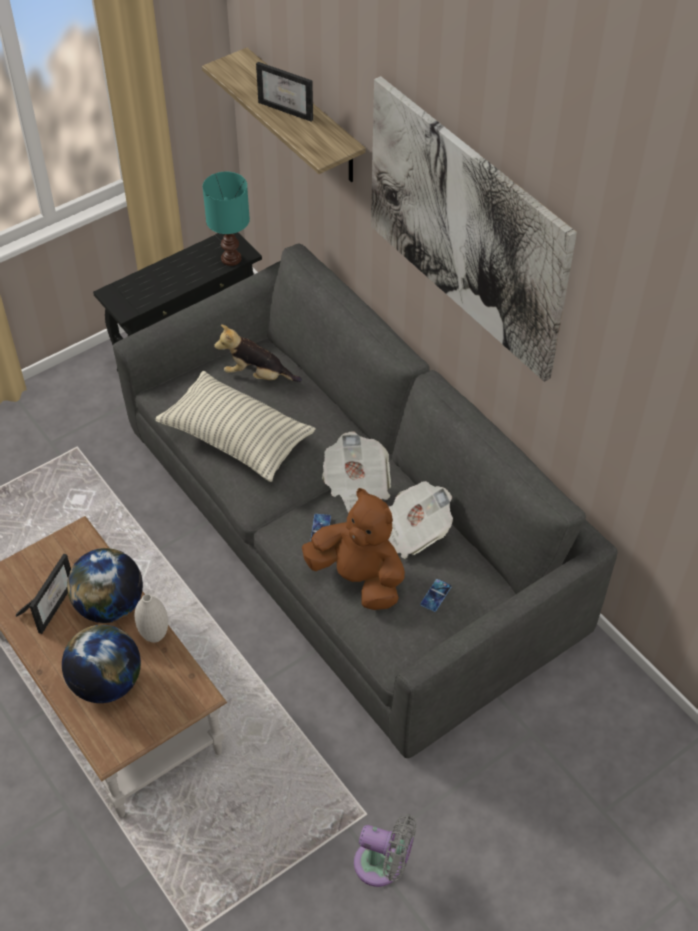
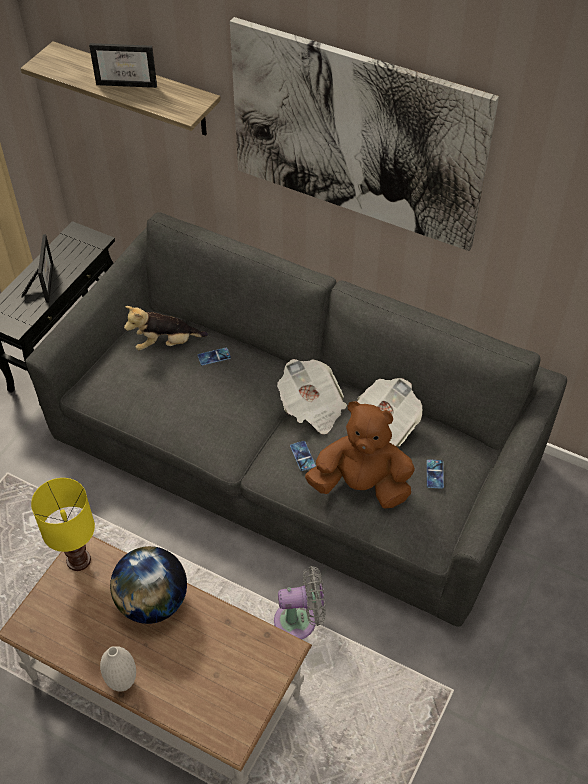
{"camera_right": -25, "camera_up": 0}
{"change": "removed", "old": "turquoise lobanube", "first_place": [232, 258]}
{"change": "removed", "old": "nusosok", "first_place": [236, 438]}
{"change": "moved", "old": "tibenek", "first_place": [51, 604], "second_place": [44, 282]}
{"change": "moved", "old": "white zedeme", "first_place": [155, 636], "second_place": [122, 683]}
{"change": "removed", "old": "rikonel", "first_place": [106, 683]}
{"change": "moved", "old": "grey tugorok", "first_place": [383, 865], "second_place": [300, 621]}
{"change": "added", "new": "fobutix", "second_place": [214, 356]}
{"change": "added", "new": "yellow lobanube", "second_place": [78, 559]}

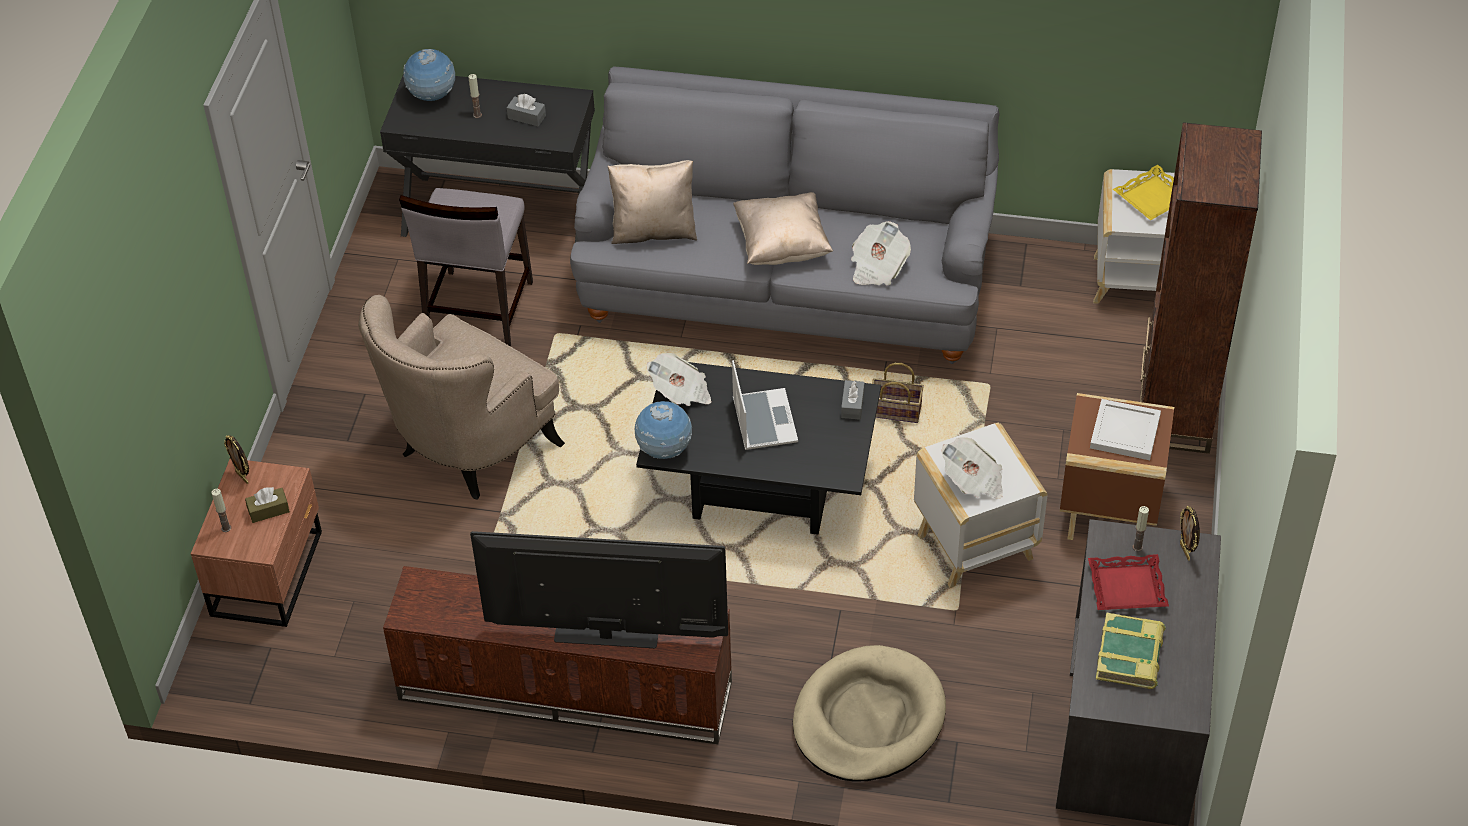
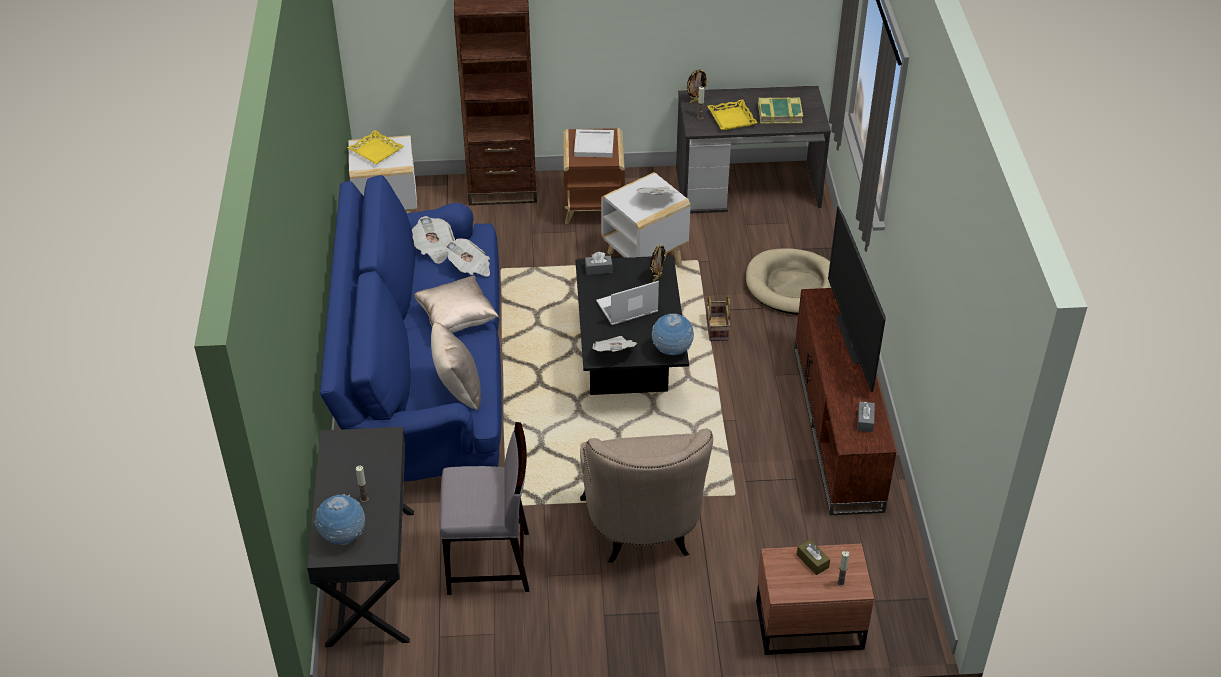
{"camera_right": -105, "camera_up": -5}
{"change": "recoloured", "old": "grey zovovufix", "new": "blue zovovufix", "first_place": [787, 286], "second_place": [424, 382]}
{"change": "moved", "old": "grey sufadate", "first_place": [526, 117], "second_place": [865, 421]}
{"change": "turned", "old": "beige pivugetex", "first_place": [468, 450], "second_place": [644, 531], "degrees": 60}
{"change": "moved", "old": "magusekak", "first_place": [894, 411], "second_place": [718, 329]}
{"change": "moved", "old": "tibenek", "first_place": [242, 477], "second_place": [657, 277]}
{"change": "recoloured", "old": "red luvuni", "new": "yellow luvuni", "first_place": [1127, 587], "second_place": [731, 118]}
{"change": "added", "new": "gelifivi", "second_place": [435, 249]}

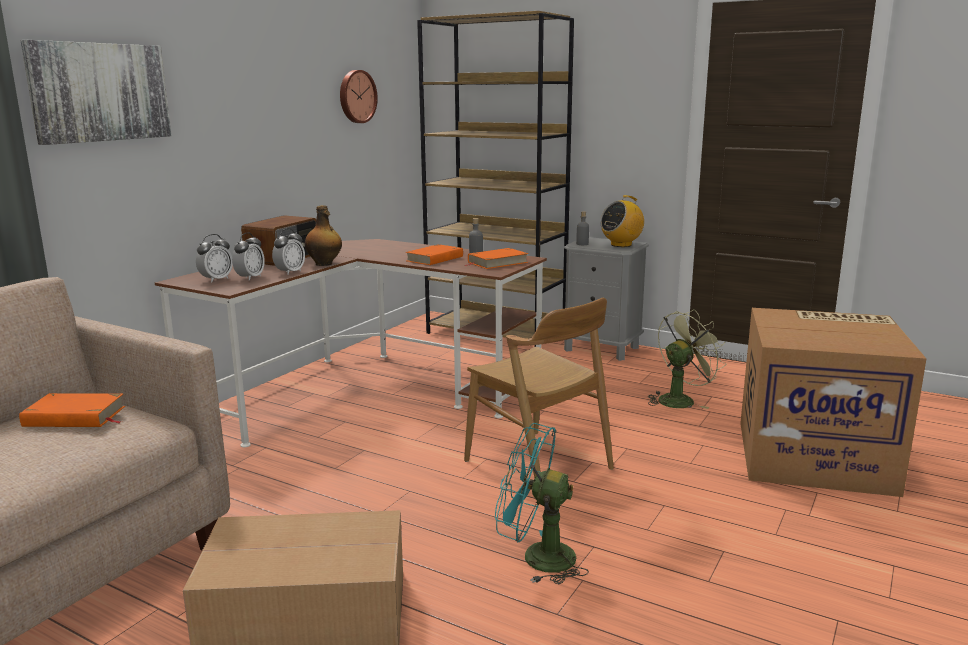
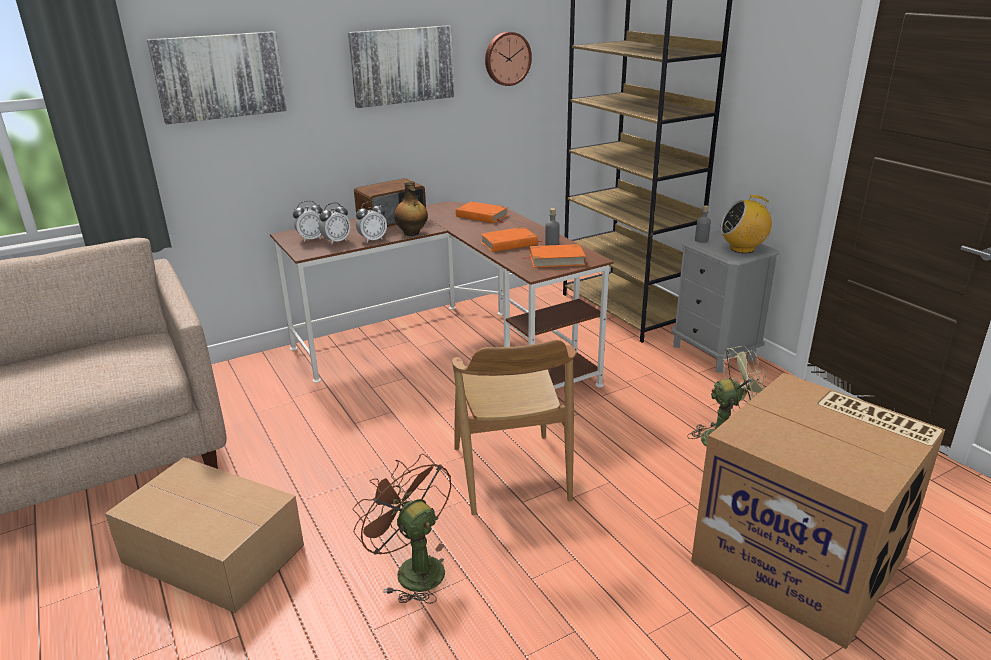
{"camera_right": 30, "camera_up": 10}
{"change": "moved", "old": "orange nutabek", "first_place": [75, 417], "second_place": [482, 216]}
{"change": "recoloured", "old": "turquoise tugorok", "new": "brown tugorok", "first_place": [537, 557], "second_place": [412, 569]}
{"change": "added", "new": "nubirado", "second_place": [402, 65]}

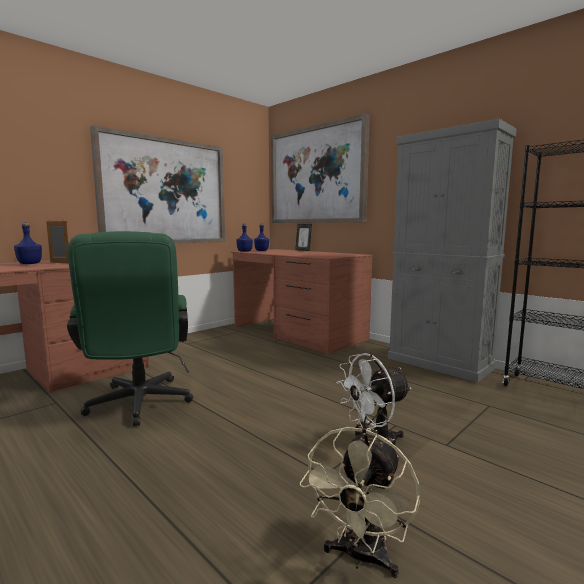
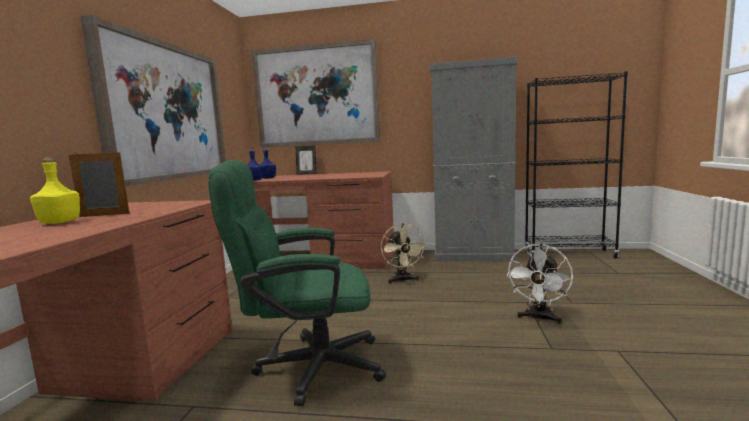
{"camera_right": -35, "camera_up": 0}
{"change": "recoloured", "old": "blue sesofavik", "new": "yellow sesofavik", "first_place": [29, 264], "second_place": [59, 222]}
{"change": "turned", "old": "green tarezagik", "first_place": [139, 406], "second_place": [308, 367], "degrees": 135}
{"change": "moved", "old": "beige tugorok", "first_place": [361, 557], "second_place": [403, 280]}

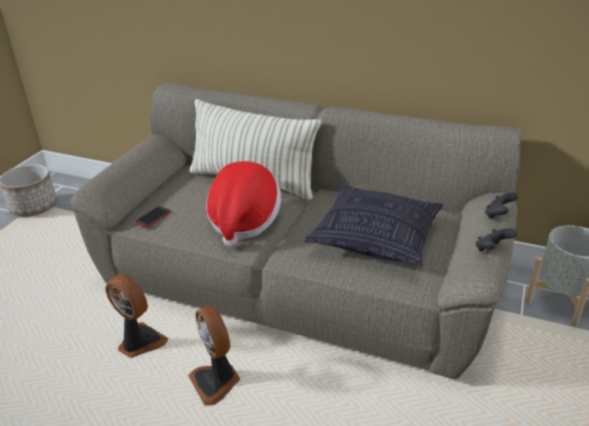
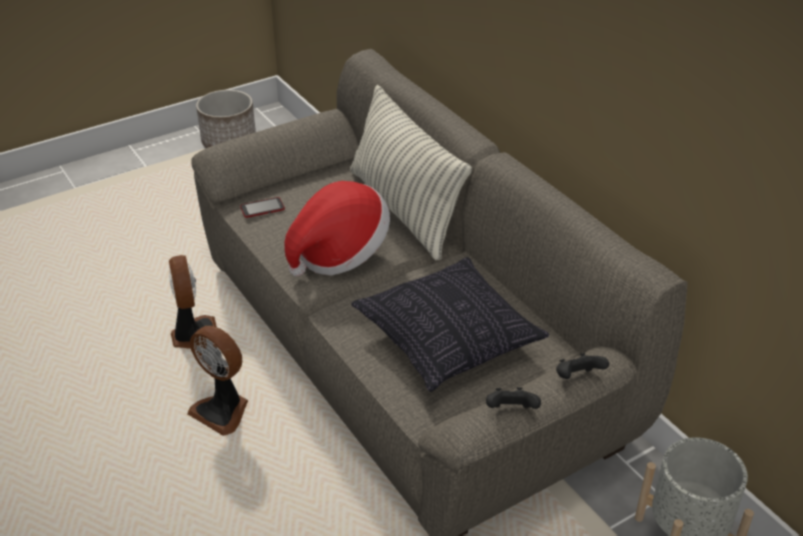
{"camera_right": 35, "camera_up": 5}
{"change": "turned", "old": "tugorok", "first_place": [216, 382], "second_place": [222, 411], "degrees": -60}

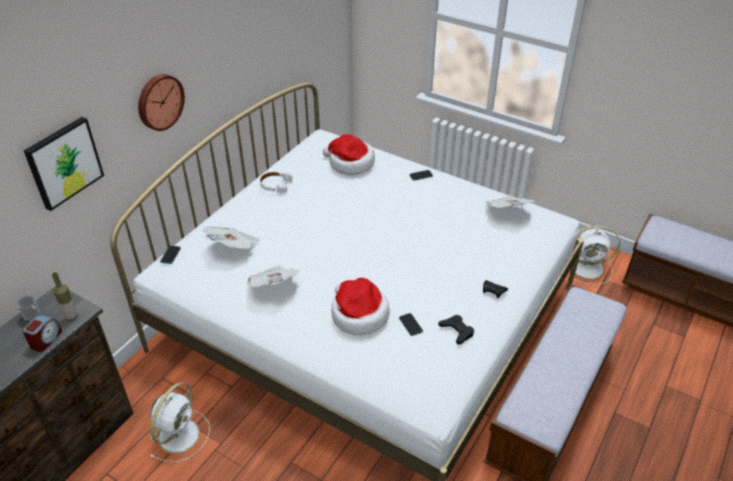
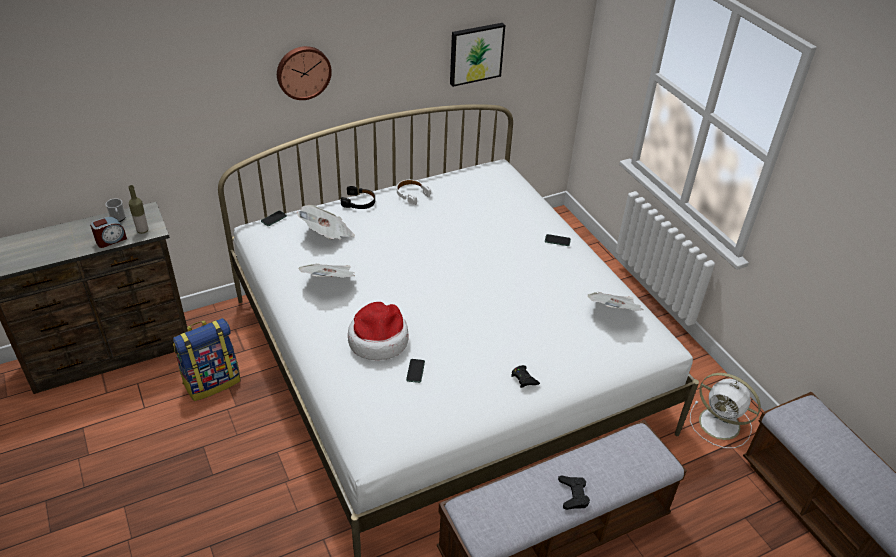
{"camera_right": 30, "camera_up": 0}
{"change": "moved", "old": "nubirado", "first_place": [63, 162], "second_place": [475, 53]}
{"change": "removed", "old": "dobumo", "first_place": [350, 163]}
{"change": "moved", "old": "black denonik", "first_place": [457, 331], "second_place": [573, 494]}
{"change": "replaced", "old": "white tugorok", "new": "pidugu", "first_place": [180, 434], "second_place": [212, 381]}
{"change": "added", "new": "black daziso", "second_place": [359, 202]}

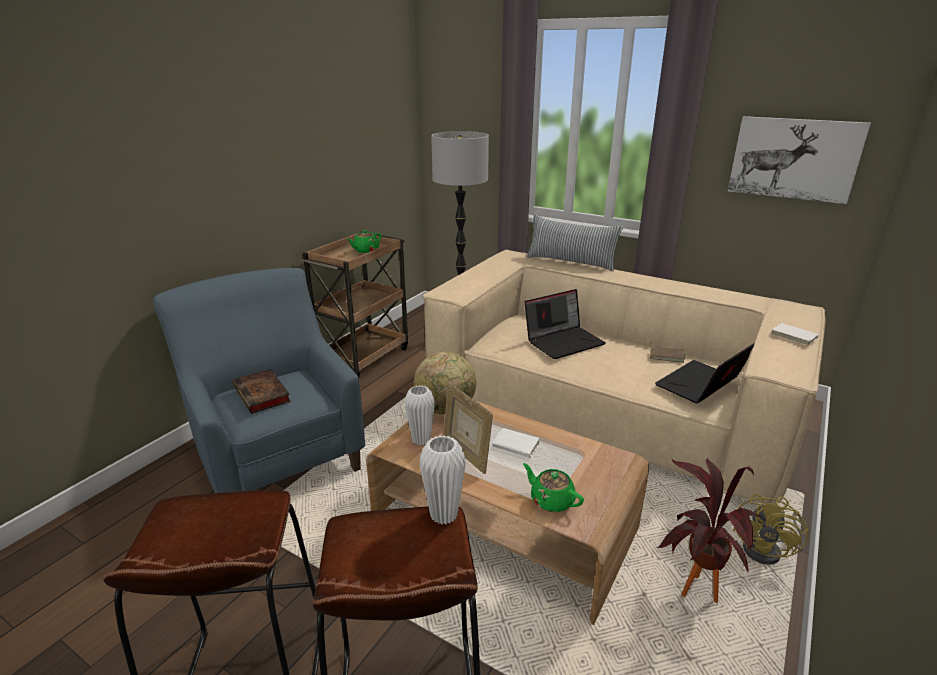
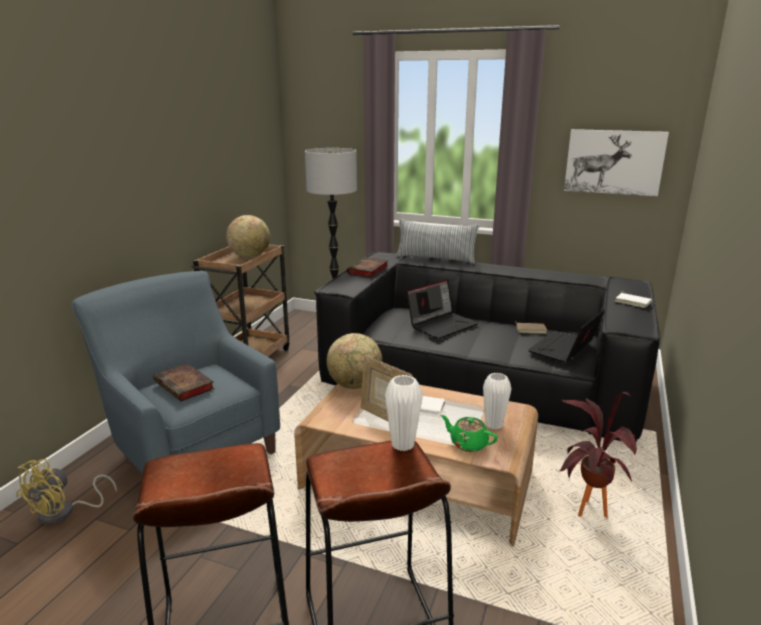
{"camera_right": -10, "camera_up": -5}
{"change": "replaced", "old": "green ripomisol", "new": "rikonel", "first_place": [365, 250], "second_place": [250, 257]}
{"change": "recoloured", "old": "beige zovovufix", "new": "black zovovufix", "first_place": [606, 404], "second_place": [481, 379]}
{"change": "moved", "old": "white zedeme", "first_place": [421, 439], "second_place": [494, 425]}
{"change": "moved", "old": "yellow tugorok", "first_place": [768, 551], "second_place": [64, 512]}
{"change": "added", "new": "nutabek", "second_place": [368, 270]}

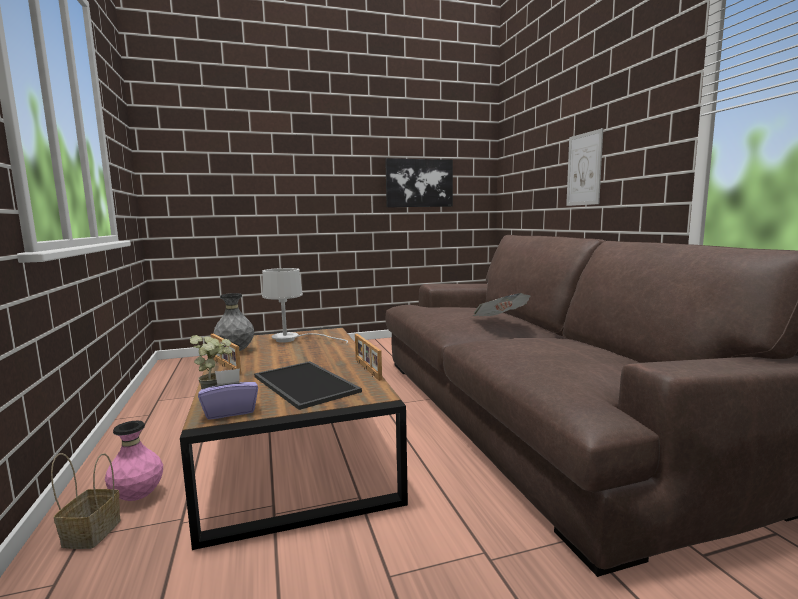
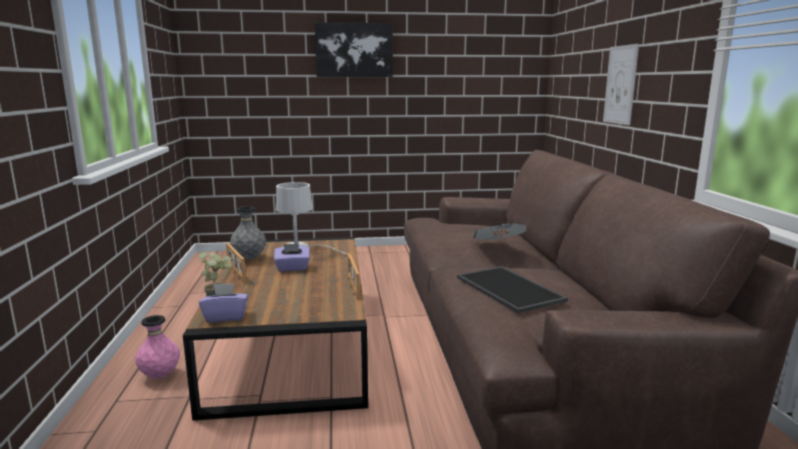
{"camera_right": 10, "camera_up": 5}
{"change": "moved", "old": "nubirado", "first_place": [419, 183], "second_place": [354, 50]}
{"change": "moved", "old": "luvuni", "first_place": [307, 384], "second_place": [511, 289]}
{"change": "removed", "old": "magusekak", "first_place": [92, 532]}
{"change": "added", "new": "purple sufadate", "second_place": [292, 268]}

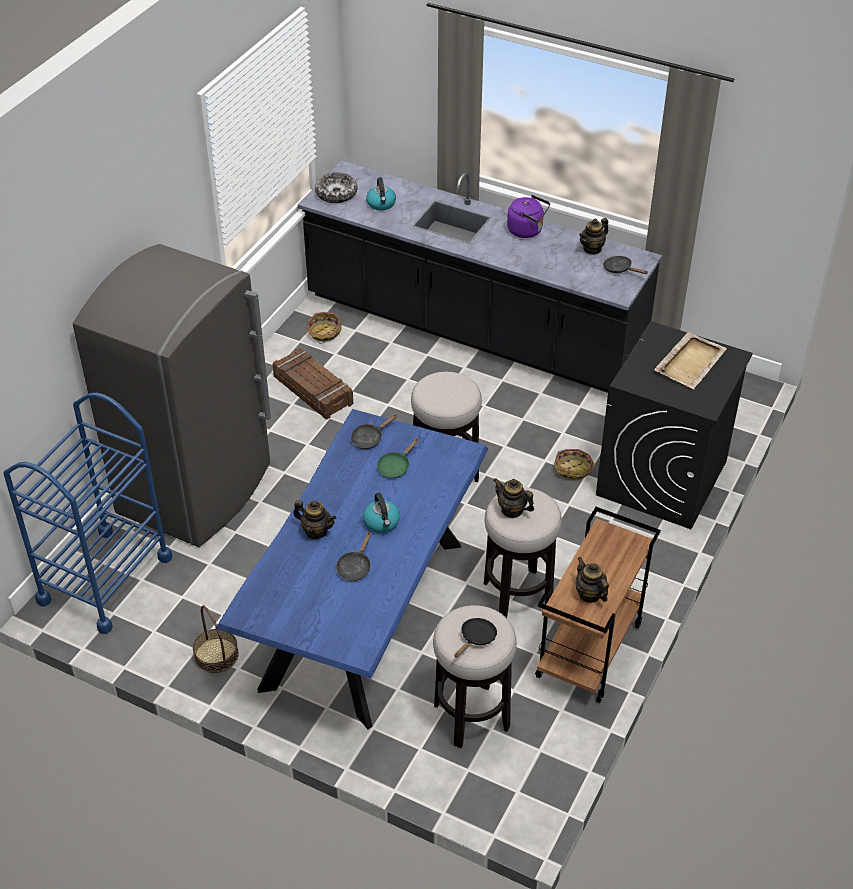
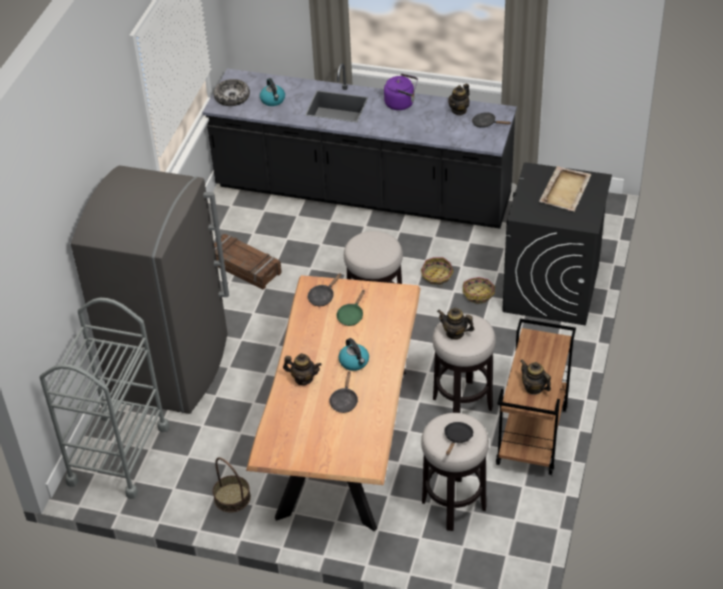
{"camera_right": -10, "camera_up": 0}
{"change": "moved", "old": "magusekak", "first_place": [324, 333], "second_place": [436, 276]}
{"change": "recoloured", "old": "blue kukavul", "new": "grey kukavul", "first_place": [105, 579], "second_place": [118, 454]}
{"change": "recoloured", "old": "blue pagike", "new": "brown pagike", "first_place": [364, 615], "second_place": [343, 442]}

